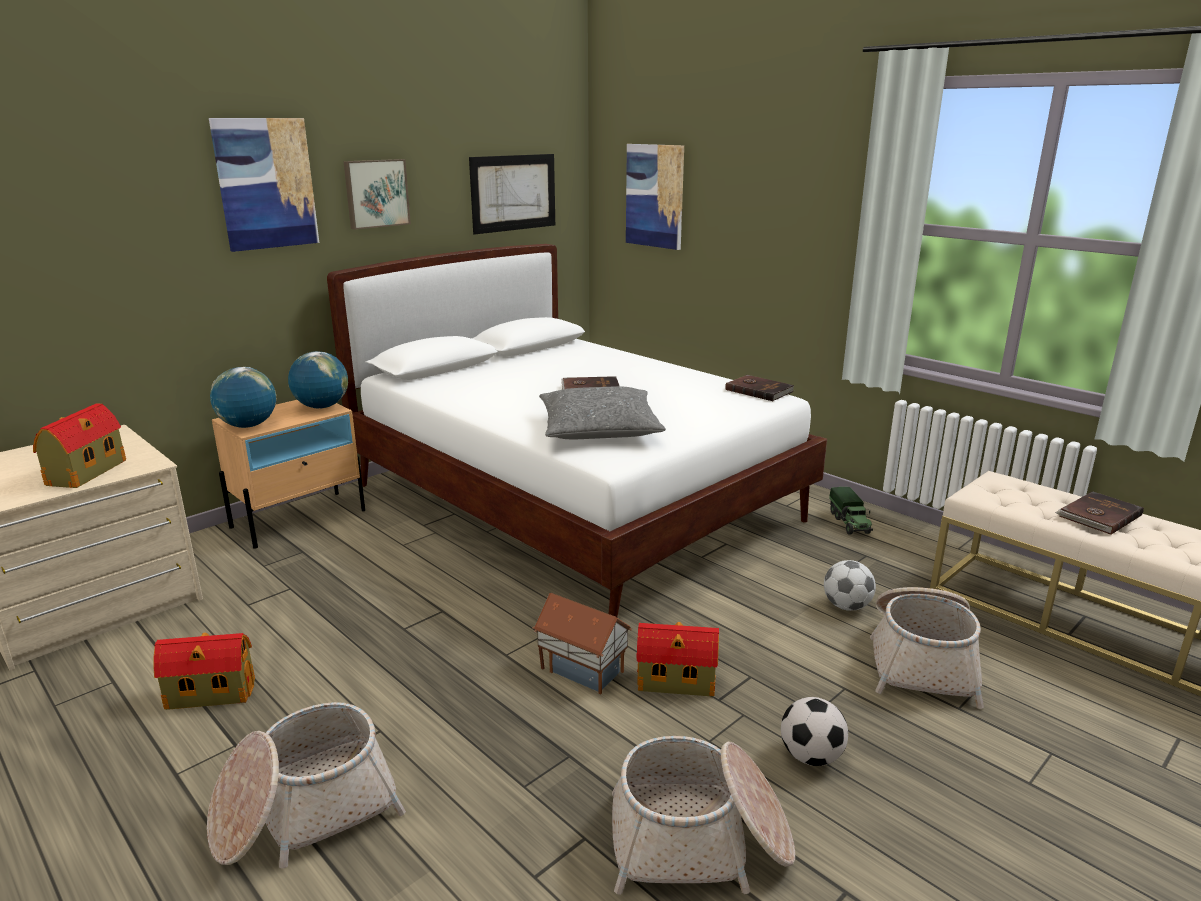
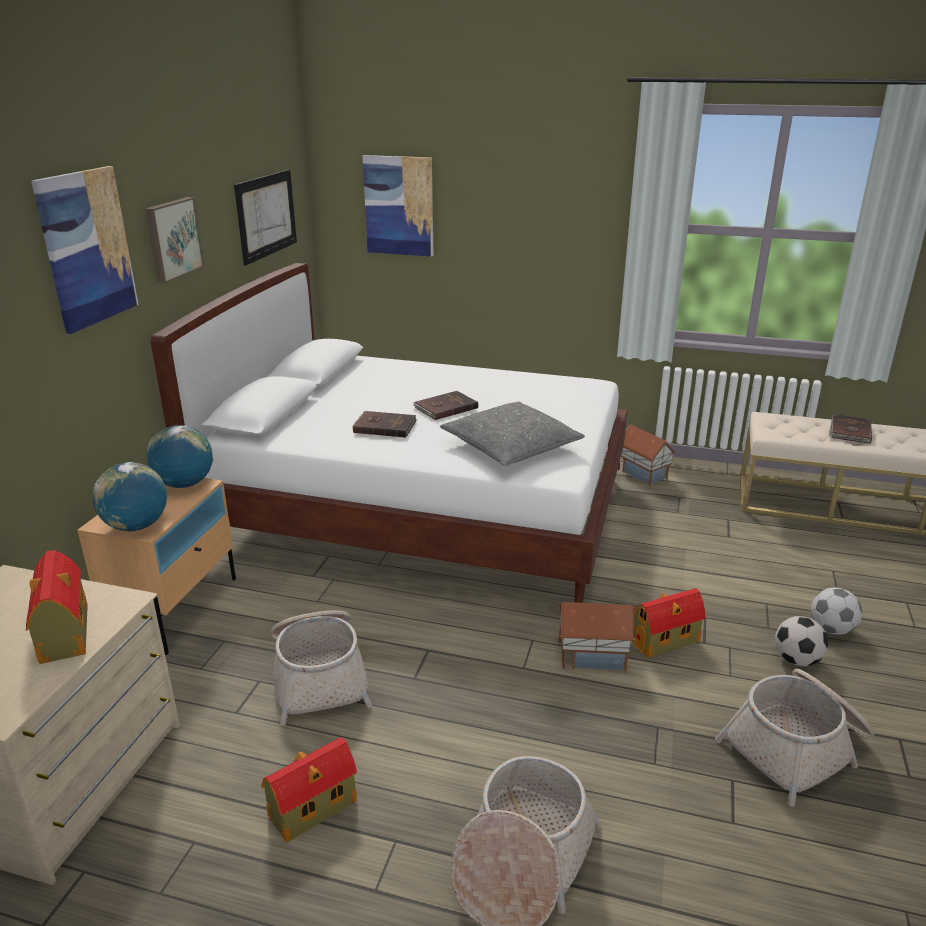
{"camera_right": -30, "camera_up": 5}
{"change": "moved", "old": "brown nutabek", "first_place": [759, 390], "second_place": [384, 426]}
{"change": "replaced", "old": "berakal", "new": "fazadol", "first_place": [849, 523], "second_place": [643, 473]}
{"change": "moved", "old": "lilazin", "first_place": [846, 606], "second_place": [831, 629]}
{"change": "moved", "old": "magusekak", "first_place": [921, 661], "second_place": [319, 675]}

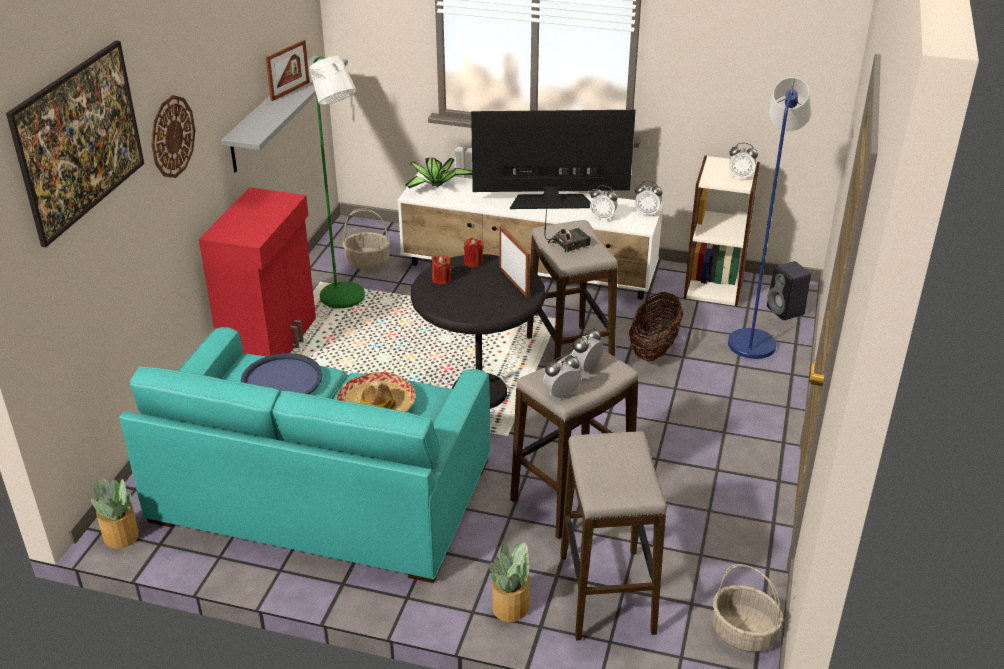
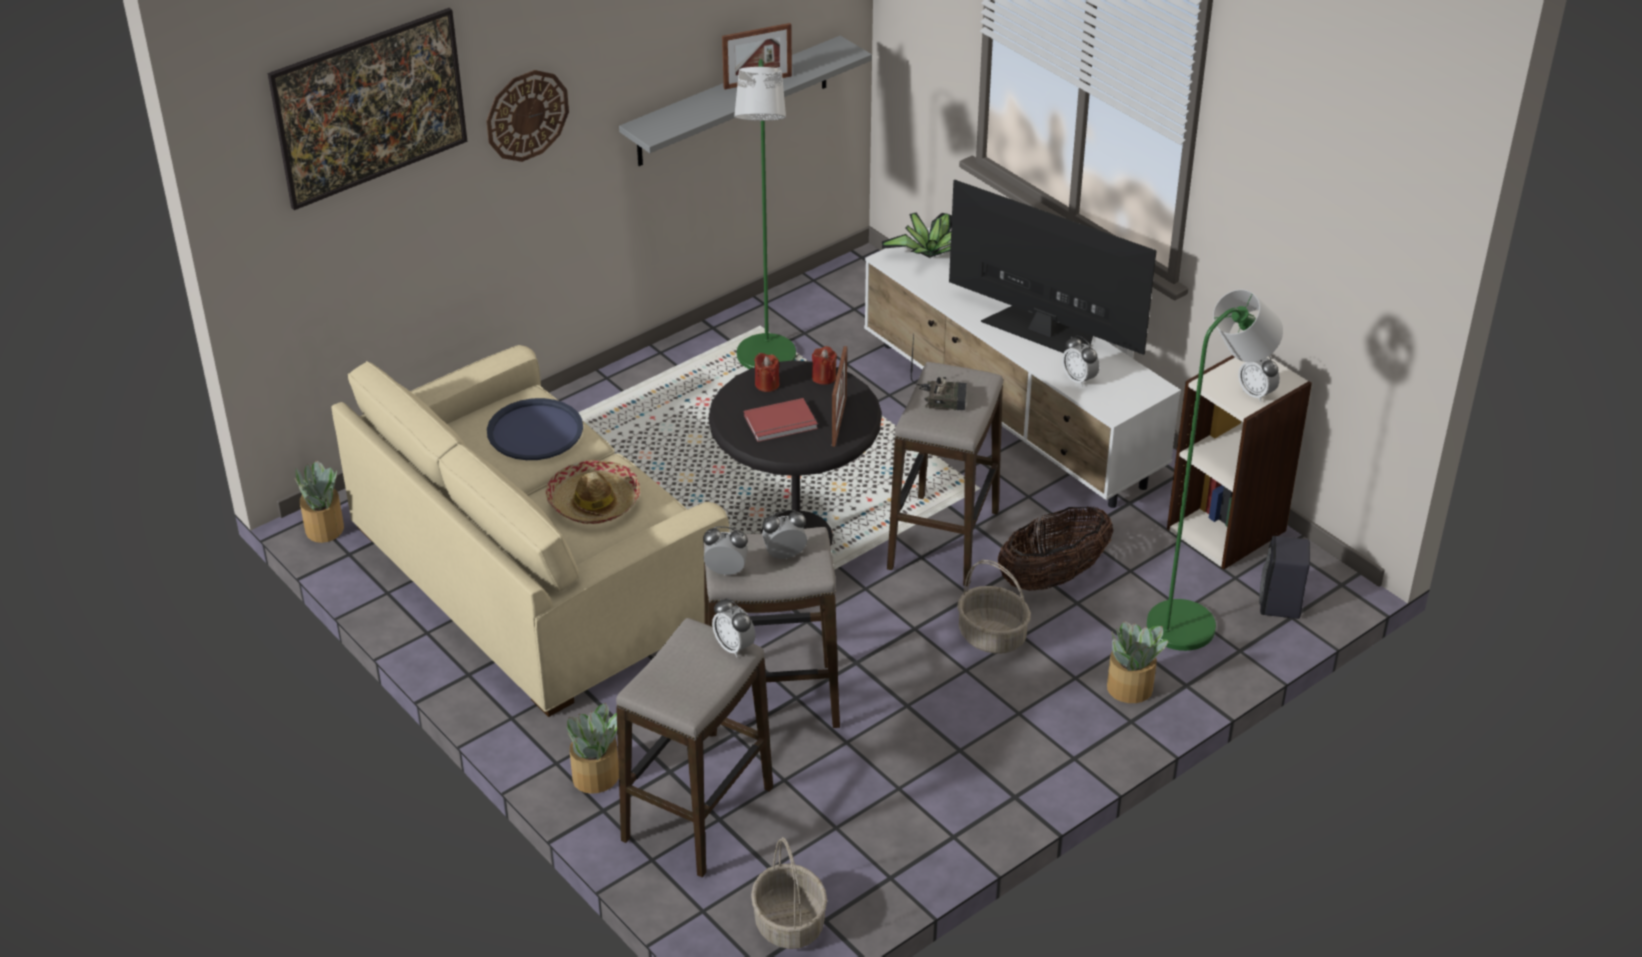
{"camera_right": 35, "camera_up": 5}
{"change": "recoloured", "old": "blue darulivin", "new": "green darulivin", "first_place": [753, 339], "second_place": [1191, 621]}
{"change": "moved", "old": "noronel", "first_place": [647, 213], "second_place": [734, 647]}
{"change": "removed", "old": "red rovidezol", "first_place": [272, 342]}
{"change": "moved", "old": "magusekak", "first_place": [368, 262], "second_place": [993, 636]}
{"change": "recoloured", "old": "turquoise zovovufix", "new": "beige zovovufix", "first_place": [321, 491], "second_place": [534, 572]}
{"change": "added", "new": "red nutabek", "second_place": [781, 423]}
{"change": "added", "new": "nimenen", "second_place": [1130, 688]}

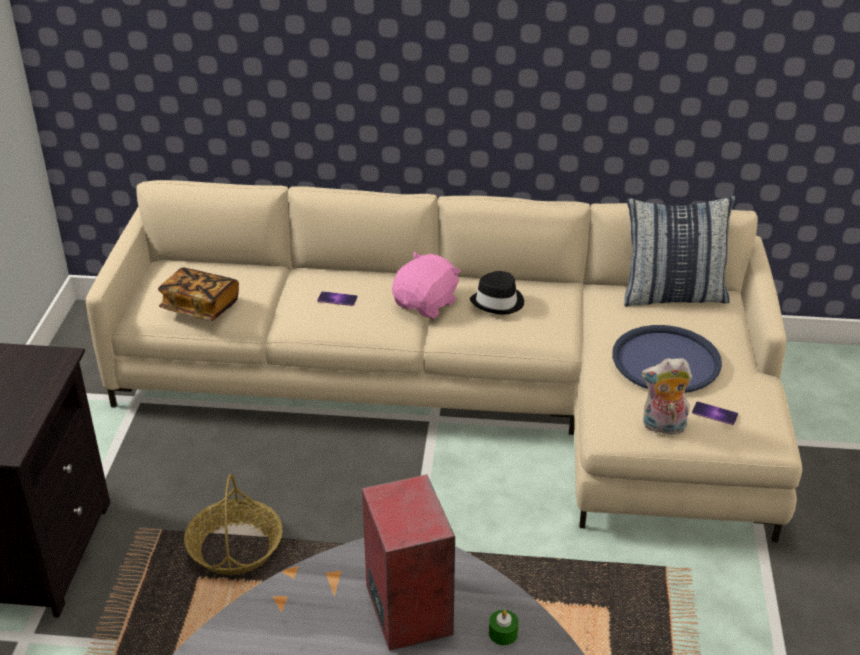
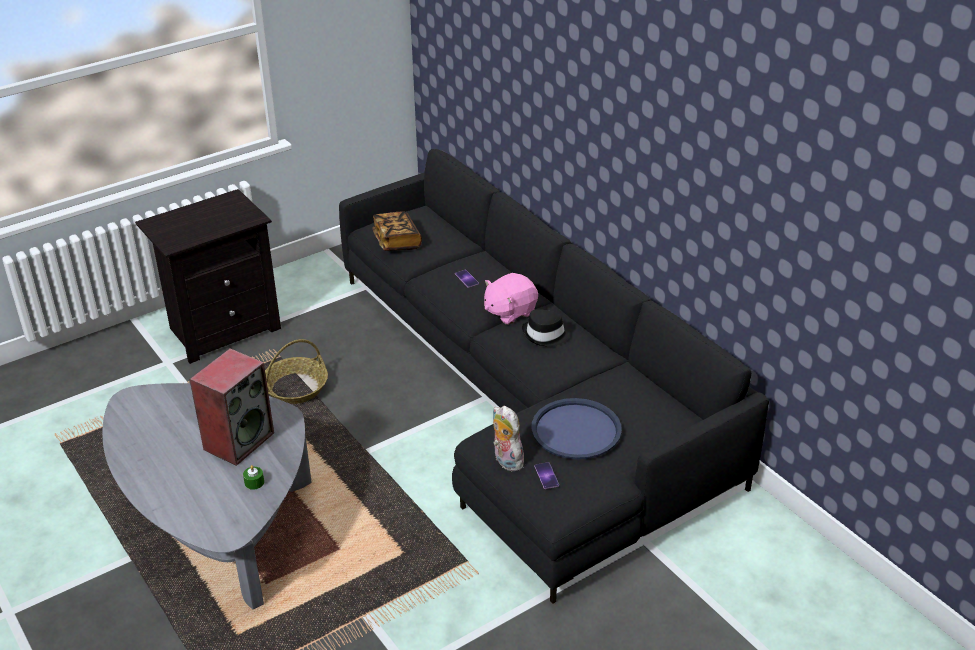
{"camera_right": 50, "camera_up": 0}
{"change": "recoloured", "old": "beige zovovufix", "new": "black zovovufix", "first_place": [469, 394], "second_place": [528, 398]}
{"change": "removed", "old": "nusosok", "first_place": [673, 295]}
{"change": "turned", "old": "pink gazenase", "first_place": [426, 304], "second_place": [509, 312], "degrees": 150}

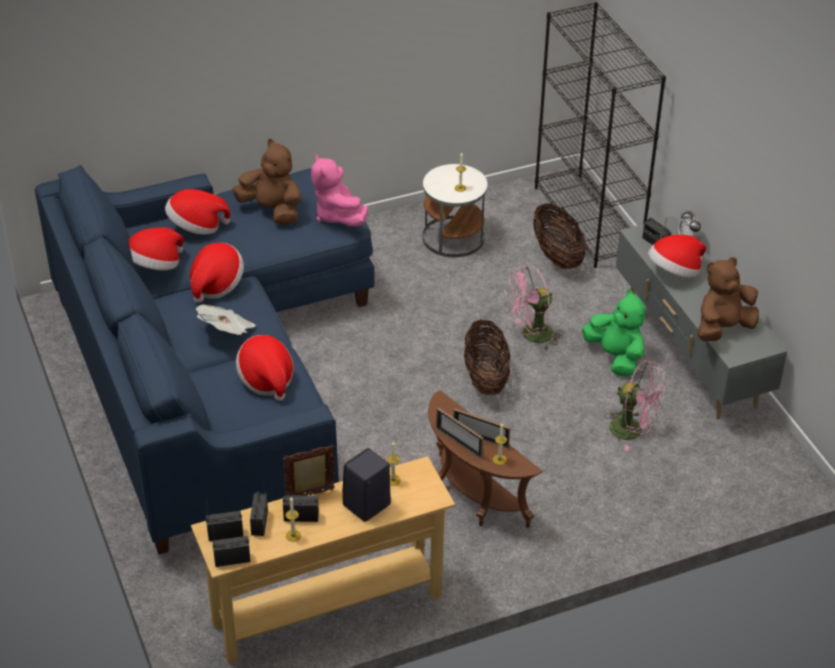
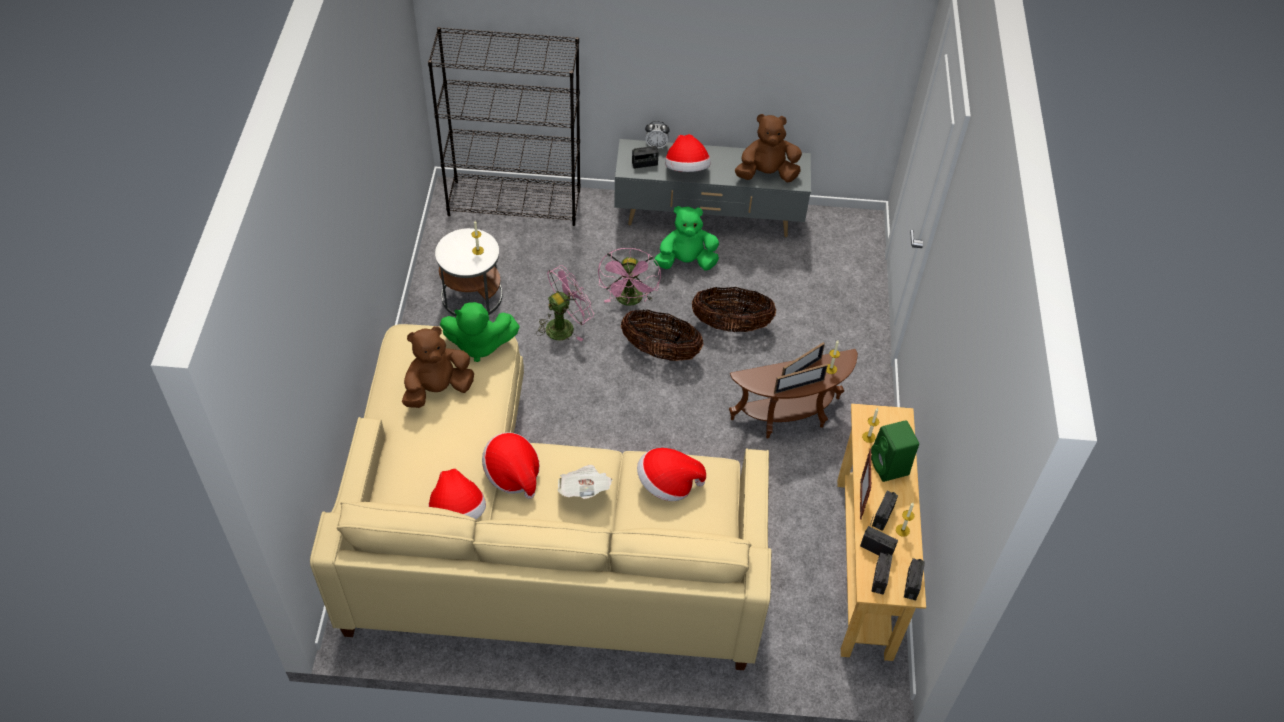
{"camera_right": -65, "camera_up": 10}
{"change": "recoloured", "old": "pink gazenase", "new": "green gazenase", "first_place": [337, 215], "second_place": [479, 344]}
{"change": "recoloured", "old": "blue zovovufix", "new": "beige zovovufix", "first_place": [214, 370], "second_place": [531, 540]}
{"change": "removed", "old": "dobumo", "first_place": [196, 227]}
{"change": "moved", "old": "magusekak", "first_place": [557, 256], "second_place": [731, 325]}
{"change": "turned", "old": "brown gazenase", "first_place": [723, 328], "second_place": [766, 174], "degrees": 90}
{"change": "moved", "old": "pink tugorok", "first_place": [633, 430], "second_place": [564, 326]}
{"change": "recoloured", "old": "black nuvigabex", "new": "green nuvigabex", "first_place": [366, 506], "second_place": [890, 467]}

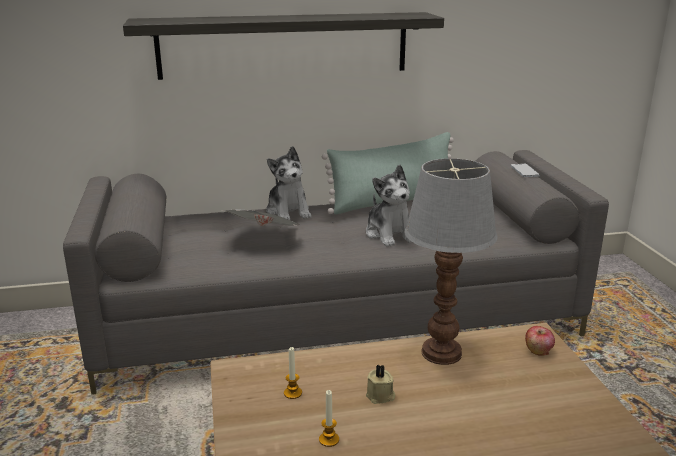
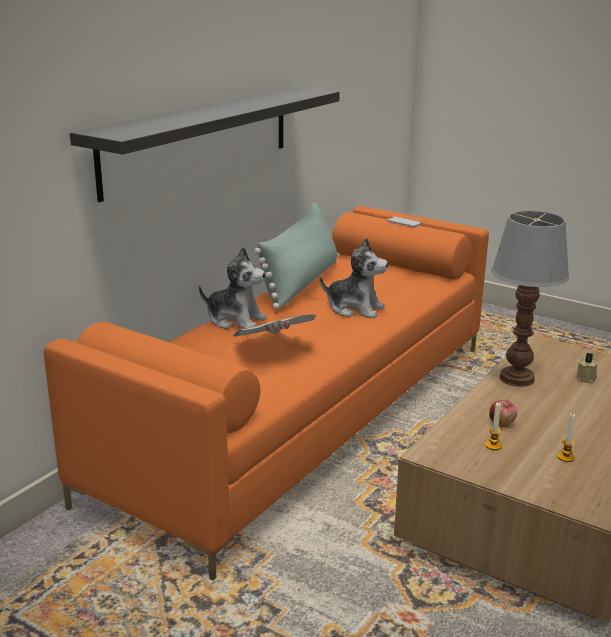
{"camera_right": -45, "camera_up": 0}
{"change": "recoloured", "old": "grey zovovufix", "new": "orange zovovufix", "first_place": [339, 321], "second_place": [303, 416]}
{"change": "moved", "old": "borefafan", "first_place": [538, 351], "second_place": [502, 423]}
{"change": "moved", "old": "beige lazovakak", "first_place": [380, 396], "second_place": [586, 378]}

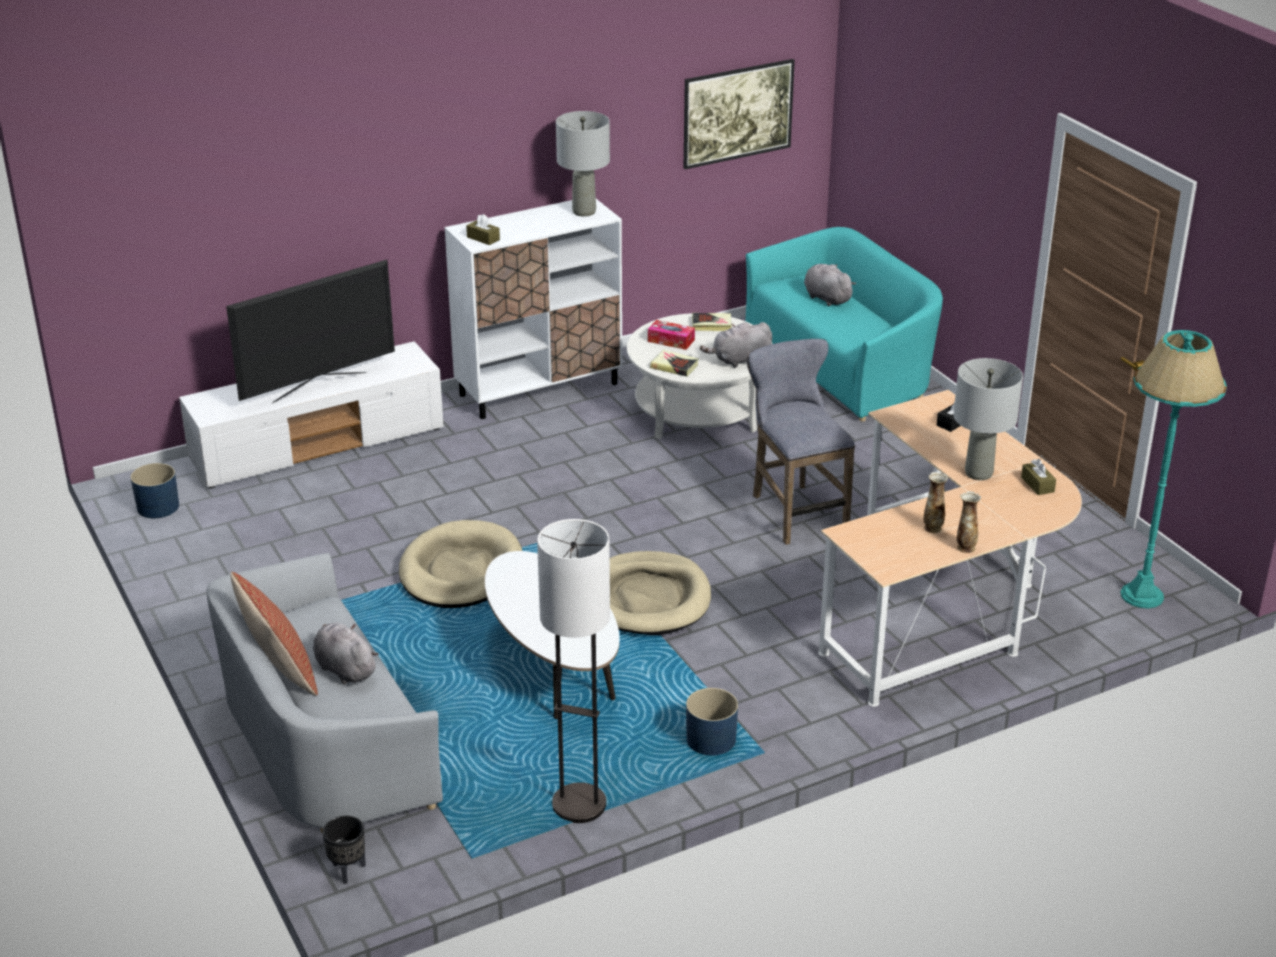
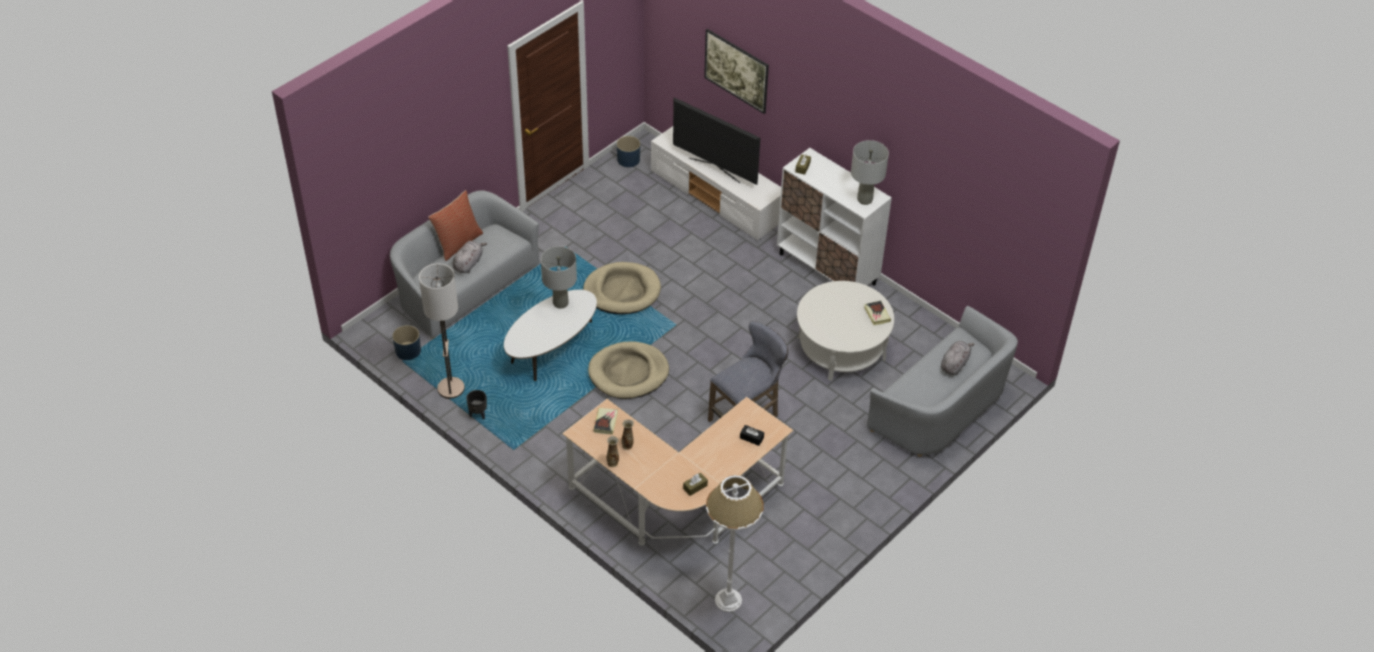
{"camera_right": 70, "camera_up": 15}
{"change": "moved", "old": "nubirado", "first_place": [737, 135], "second_place": [736, 82]}
{"change": "recoloured", "old": "turquoise zovovufix", "new": "grey zovovufix", "first_place": [842, 364], "second_place": [941, 407]}
{"change": "removed", "old": "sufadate", "first_place": [671, 341]}
{"change": "removed", "old": "grey gazenase", "first_place": [739, 360]}
{"change": "recoloured", "old": "turquoise darulivin", "new": "white darulivin", "first_place": [1141, 595], "second_place": [728, 600]}
{"change": "moved", "old": "nutabek", "first_place": [674, 366], "second_place": [605, 422]}
{"change": "moved", "old": "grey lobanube", "first_place": [978, 473], "second_place": [561, 303]}
{"change": "moved", "old": "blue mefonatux", "first_place": [710, 740], "second_place": [408, 351]}
{"change": "moved", "old": "black mefonatux", "first_place": [348, 870], "second_place": [478, 415]}

